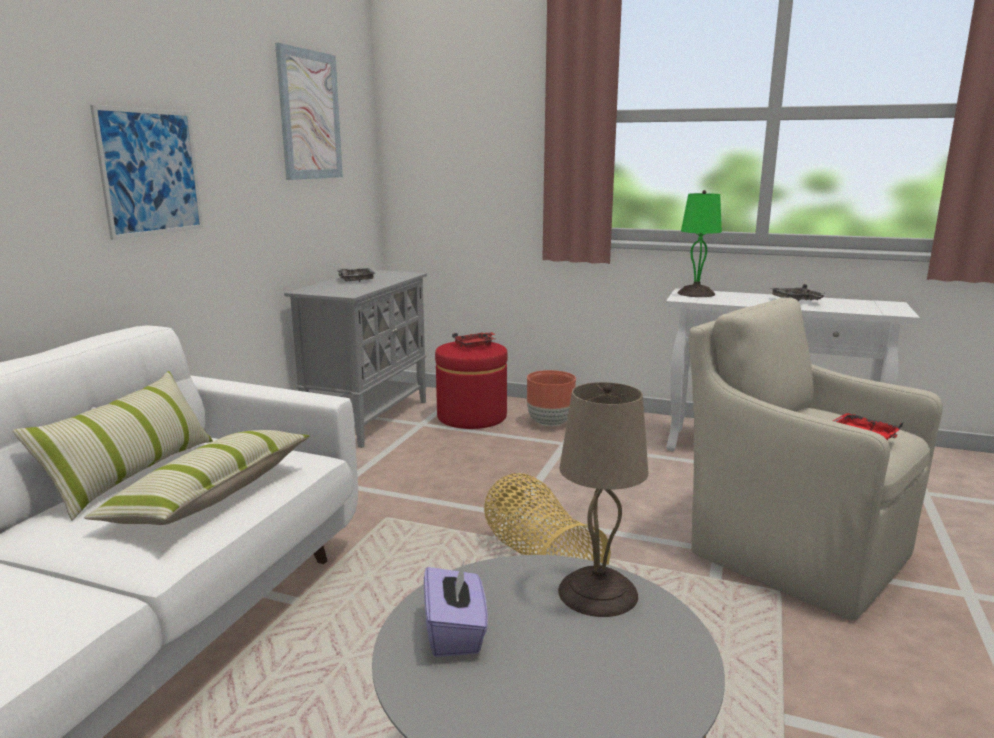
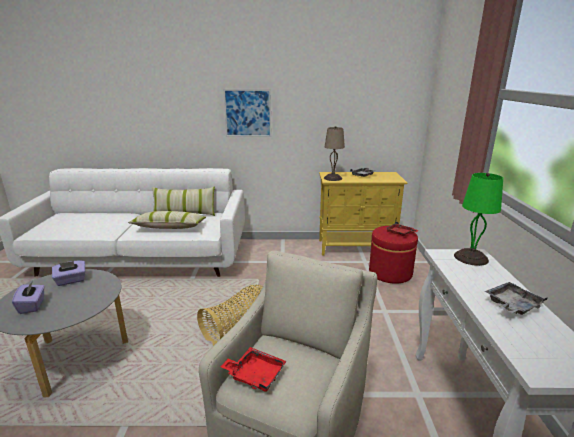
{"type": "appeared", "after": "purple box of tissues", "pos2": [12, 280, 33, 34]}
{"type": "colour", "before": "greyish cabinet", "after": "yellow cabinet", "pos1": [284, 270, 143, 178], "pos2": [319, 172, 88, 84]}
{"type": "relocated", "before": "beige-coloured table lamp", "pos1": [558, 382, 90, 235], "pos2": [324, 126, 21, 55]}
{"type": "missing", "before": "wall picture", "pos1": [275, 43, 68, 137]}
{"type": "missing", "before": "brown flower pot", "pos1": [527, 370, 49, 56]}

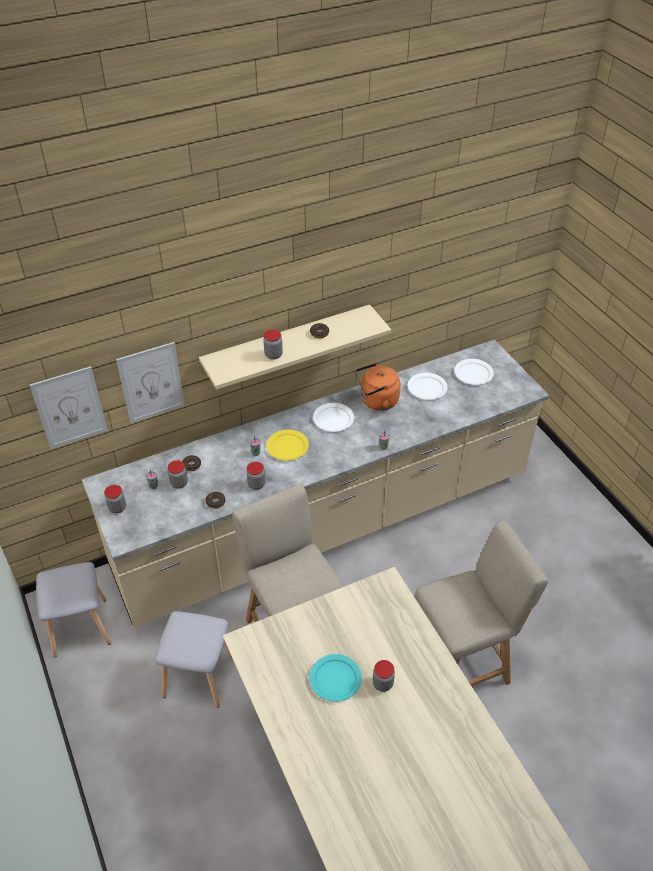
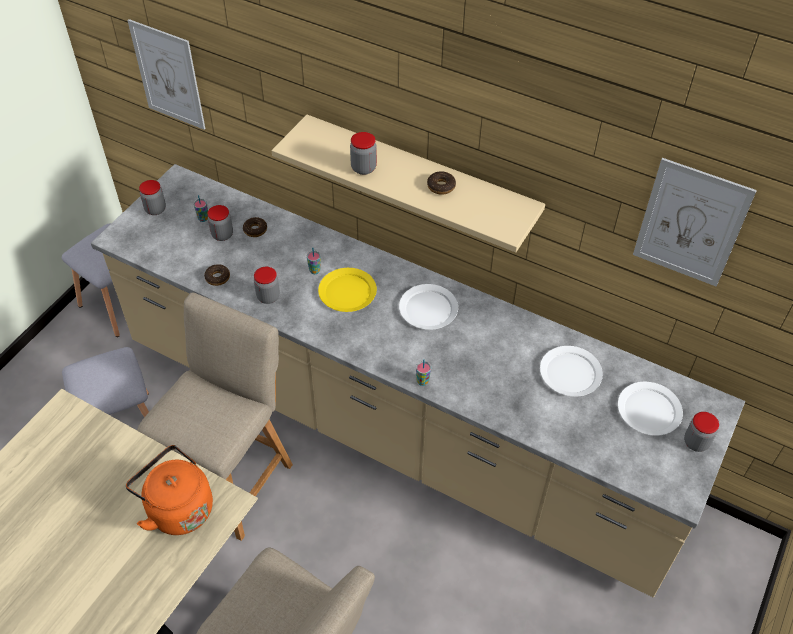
{"type": "relocated", "before": "orange-coloured kettle", "pos1": [355, 363, 45, 48], "pos2": [126, 445, 87, 90]}
{"type": "relocated", "before": "wall picture", "pos1": [116, 342, 69, 81], "pos2": [633, 158, 124, 129]}
{"type": "relocated", "before": "jar", "pos1": [373, 660, 22, 32], "pos2": [684, 412, 35, 40]}
{"type": "missing", "before": "blue-green dinner plate", "pos1": [309, 654, 53, 48]}

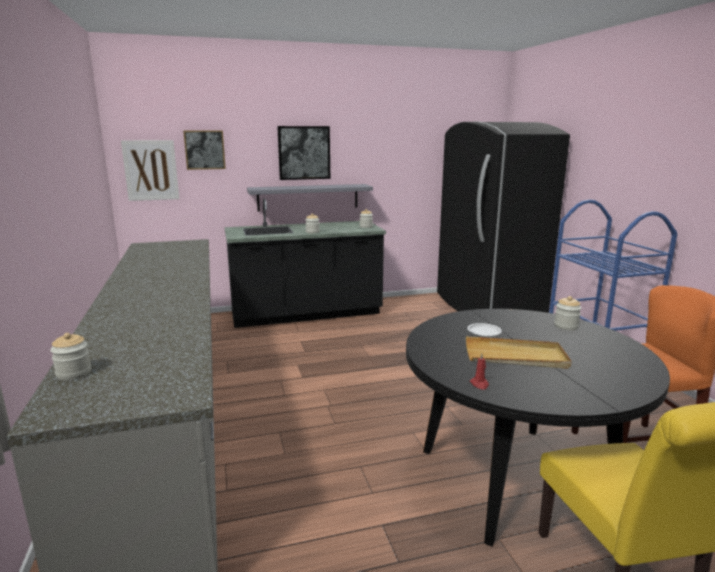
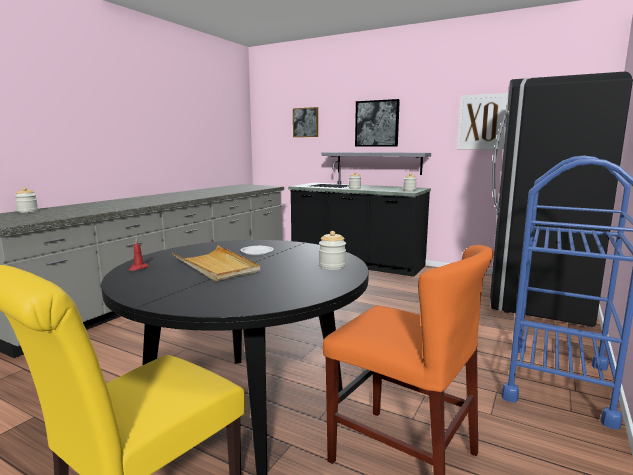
{"type": "relocated", "before": "wall picture", "pos1": [121, 140, 58, 61], "pos2": [457, 93, 51, 57]}

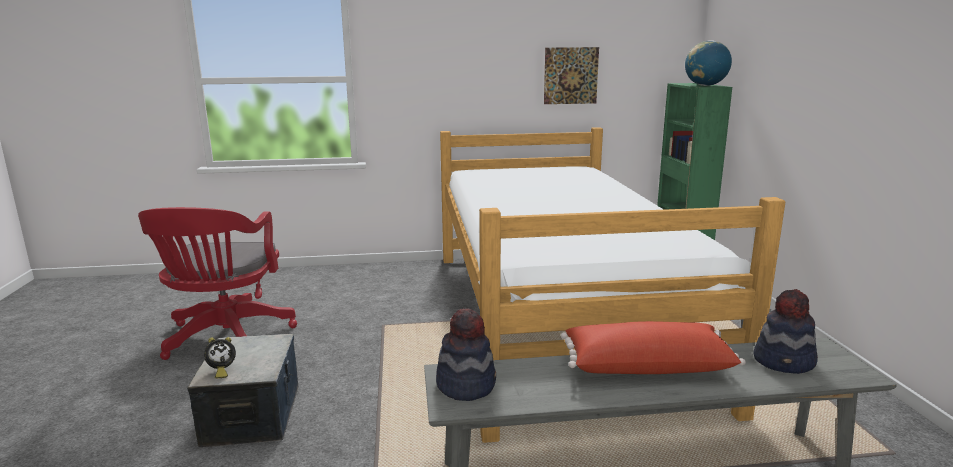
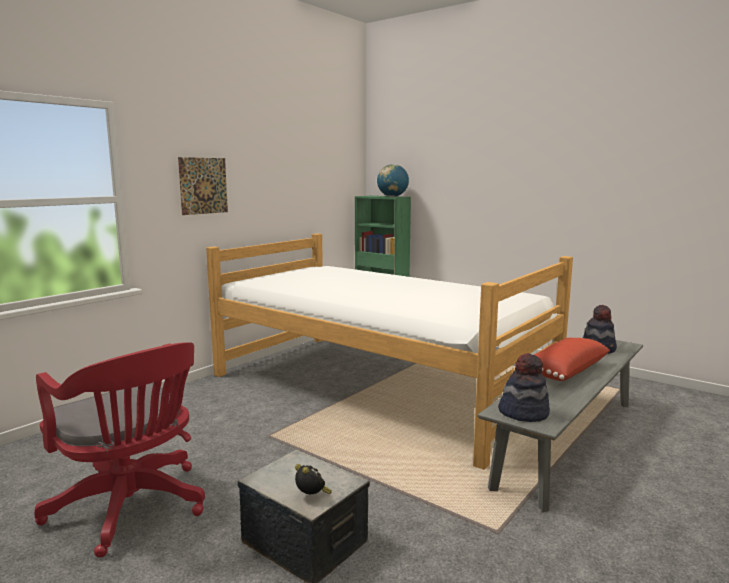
{"type": "relocated", "before": "wall picture", "pos1": [544, 47, 55, 57], "pos2": [178, 157, 50, 58]}
{"type": "spun", "before": "alarm clock", "pos1": [204, 337, 32, 41], "pos2": [295, 464, 37, 30], "turn": -45}

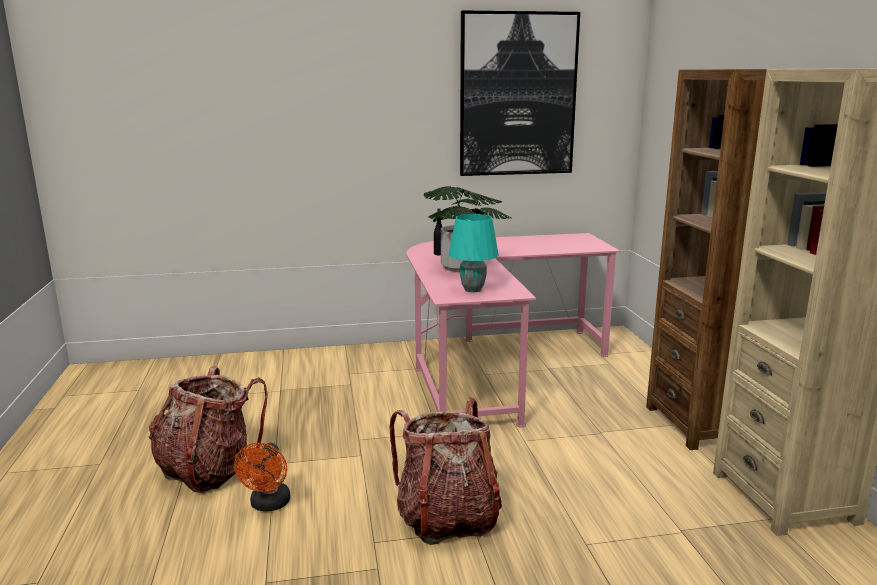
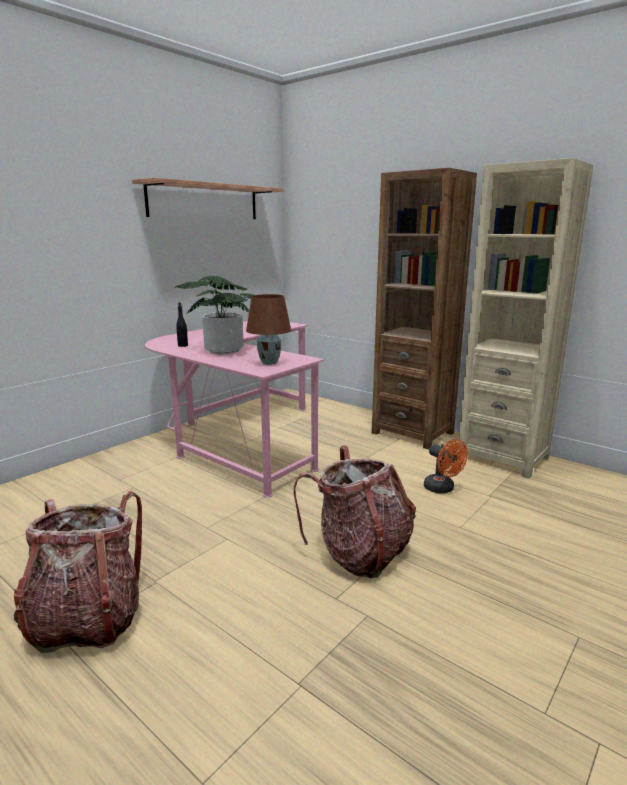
{"type": "exchanged", "before": "wall picture", "after": "bracket shelf", "pos1": [460, 10, 120, 166], "pos2": [132, 177, 152, 42]}
{"type": "colour", "before": "blue-green table lamp", "after": "brown table lamp", "pos1": [449, 214, 50, 78], "pos2": [246, 294, 45, 71]}
{"type": "relocated", "before": "orange-coloured cooling fan", "pos1": [234, 443, 56, 68], "pos2": [424, 439, 44, 55]}

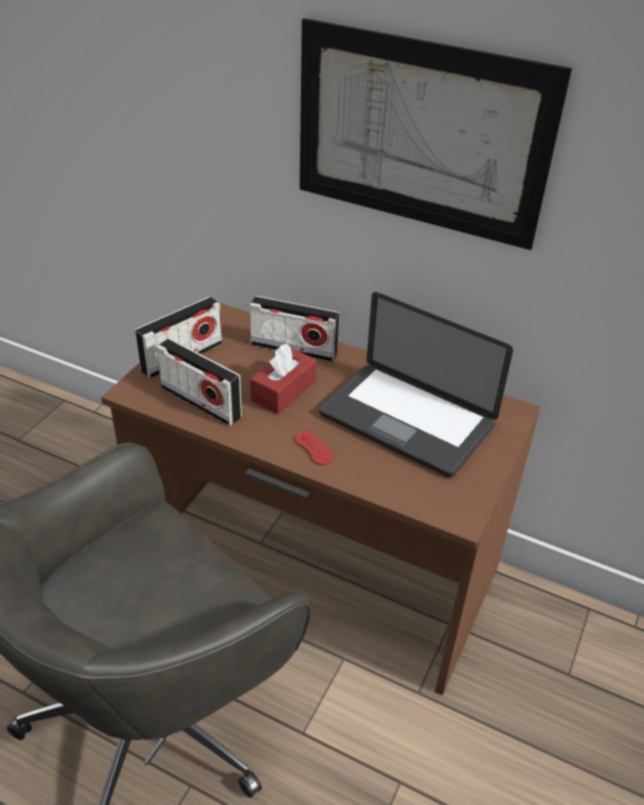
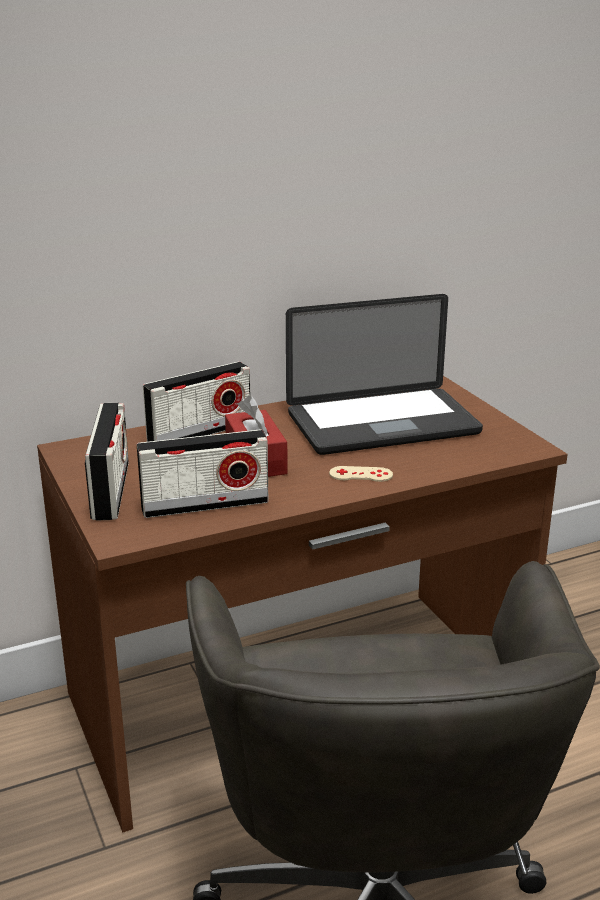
{"type": "colour", "before": "red game controller", "after": "beige-coloured game controller", "pos1": [294, 430, 41, 35], "pos2": [329, 466, 64, 16]}
{"type": "missing", "before": "wall picture", "pos1": [300, 18, 272, 232]}

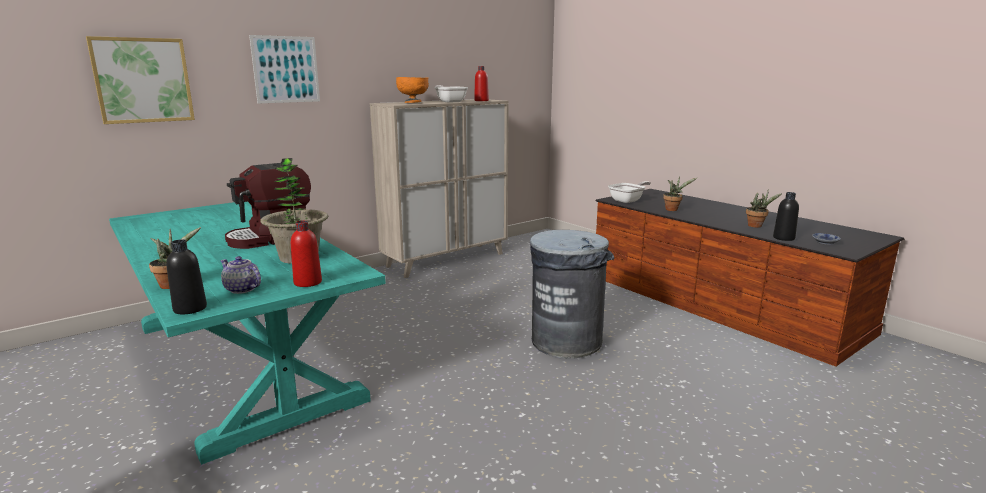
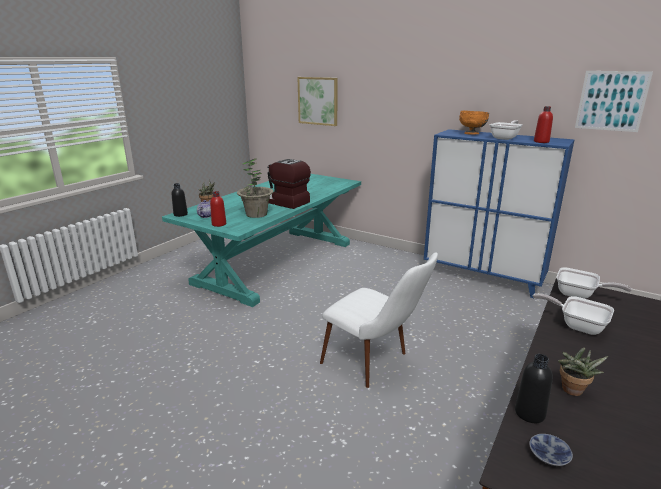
{"type": "exchanged", "before": "greyish trash can", "after": "whitish plain chair", "pos1": [530, 230, 84, 129], "pos2": [320, 253, 118, 135]}
{"type": "colour", "before": "beige-coloured cabinet", "after": "blue-coloured cabinet", "pos1": [370, 99, 139, 179], "pos2": [424, 129, 150, 170]}
{"type": "exchanged", "before": "houseplant", "after": "frying pan", "pos1": [663, 176, 35, 35], "pos2": [533, 293, 81, 42]}
{"type": "relocated", "before": "wall picture", "pos1": [249, 35, 71, 68], "pos2": [575, 71, 78, 61]}

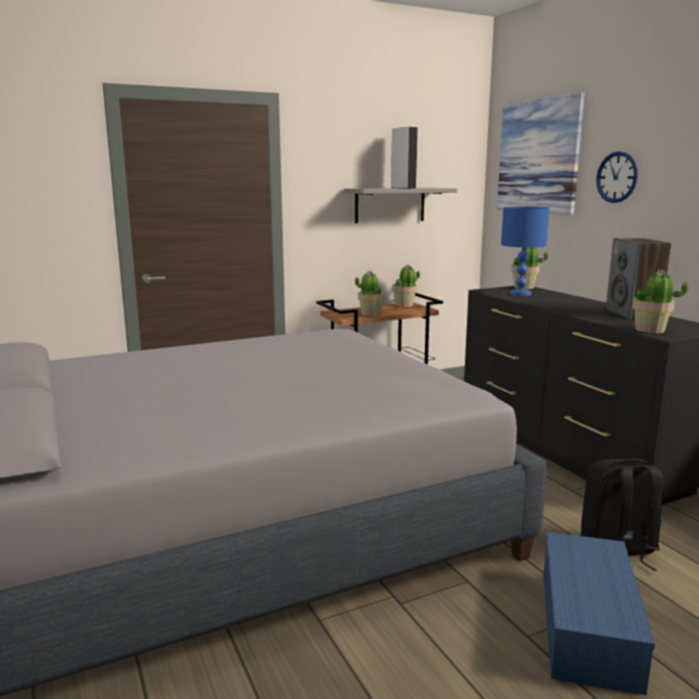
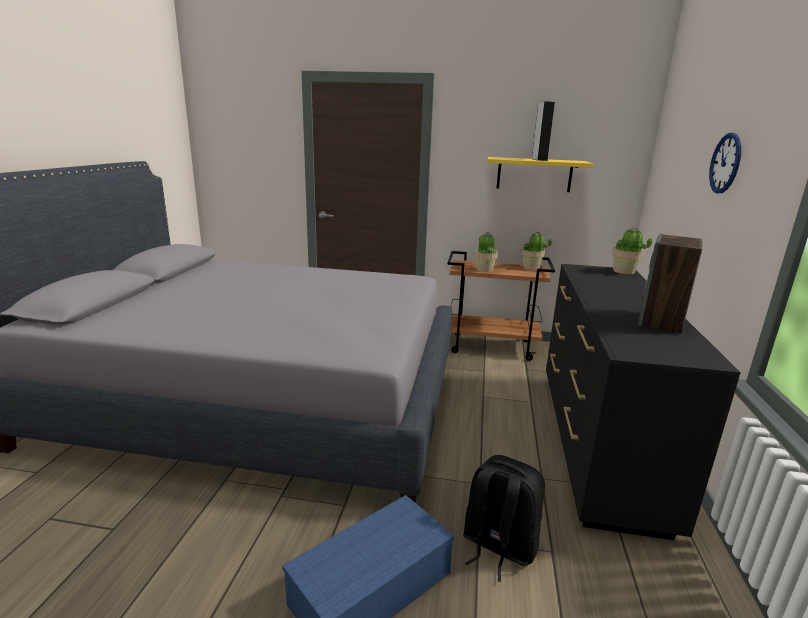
{"type": "colour", "before": "greyish bracket shelf", "after": "yellow bracket shelf", "pos1": [344, 188, 113, 35], "pos2": [487, 157, 106, 35]}
{"type": "missing", "before": "wall picture", "pos1": [497, 93, 88, 122]}
{"type": "missing", "before": "blue-coloured table lamp", "pos1": [501, 206, 49, 90]}
{"type": "missing", "before": "houseplant", "pos1": [632, 269, 56, 64]}

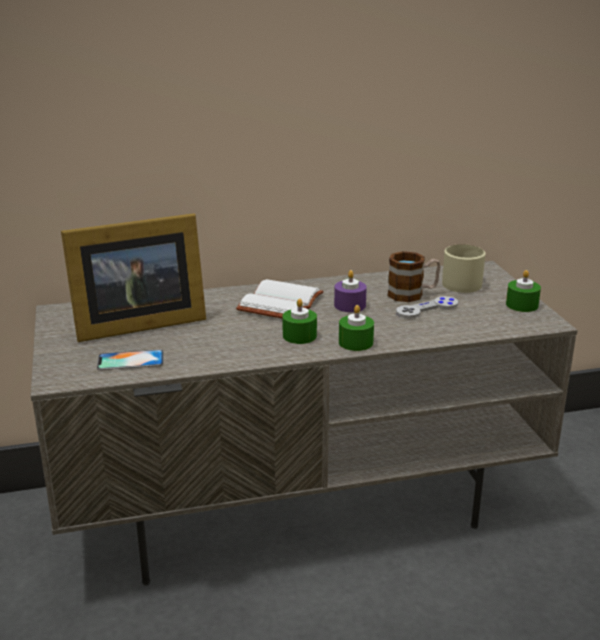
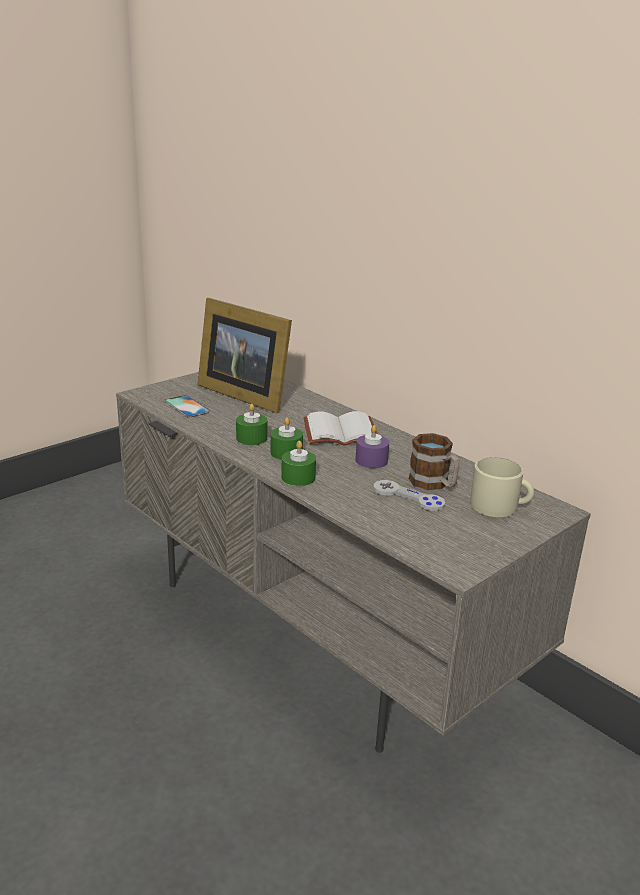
{"type": "relocated", "before": "green wax candle", "pos1": [506, 270, 35, 42], "pos2": [236, 404, 32, 41]}

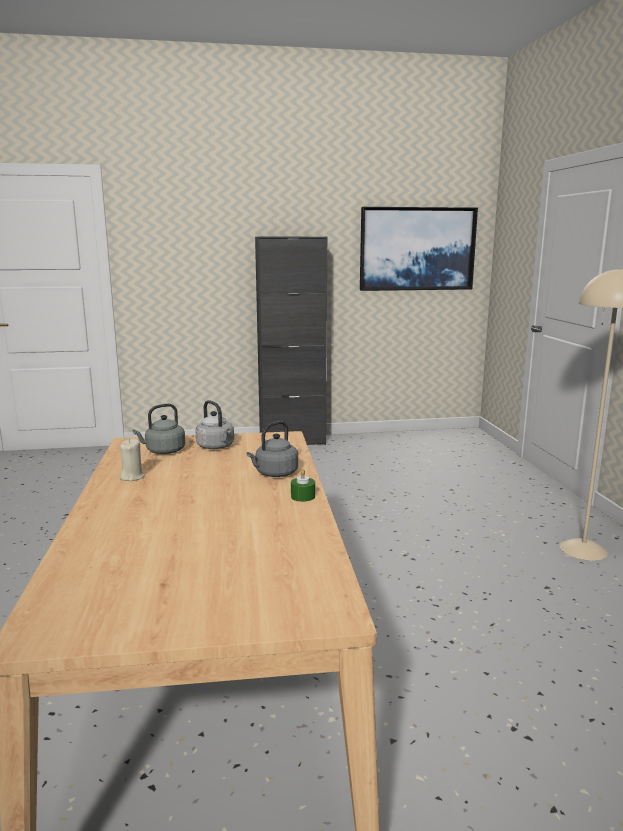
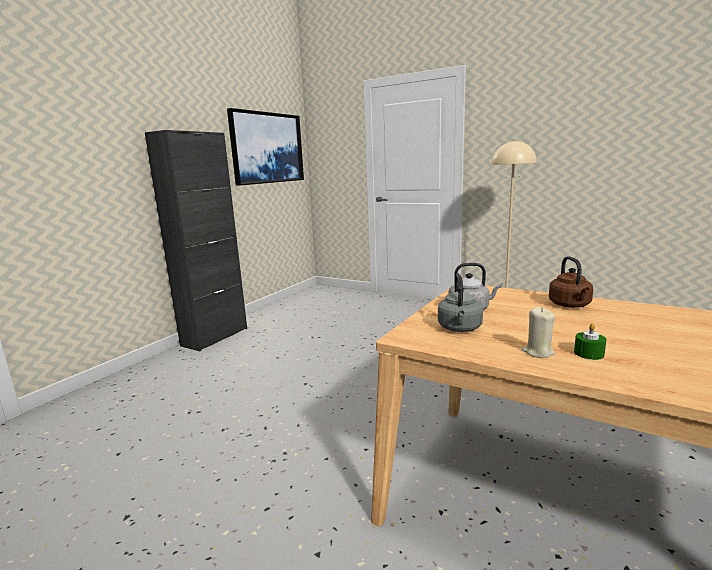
{"type": "colour", "before": "greyish kettle", "after": "brown kettle", "pos1": [246, 421, 52, 56], "pos2": [549, 256, 44, 52]}
{"type": "relocated", "before": "green wax candle", "pos1": [291, 469, 24, 33], "pos2": [574, 323, 33, 37]}

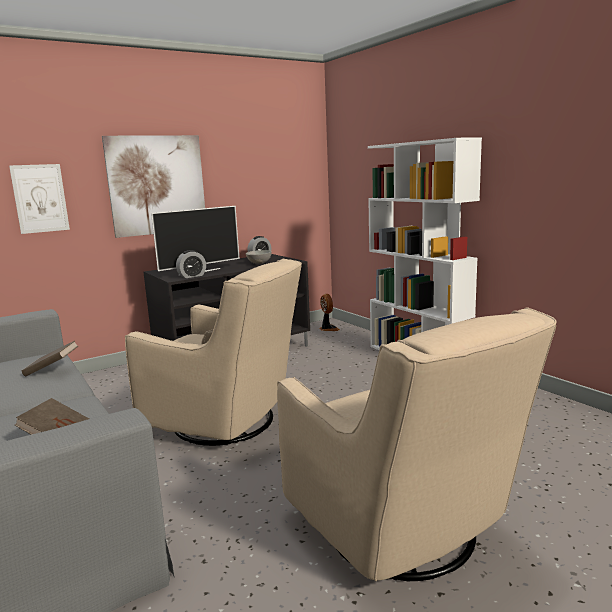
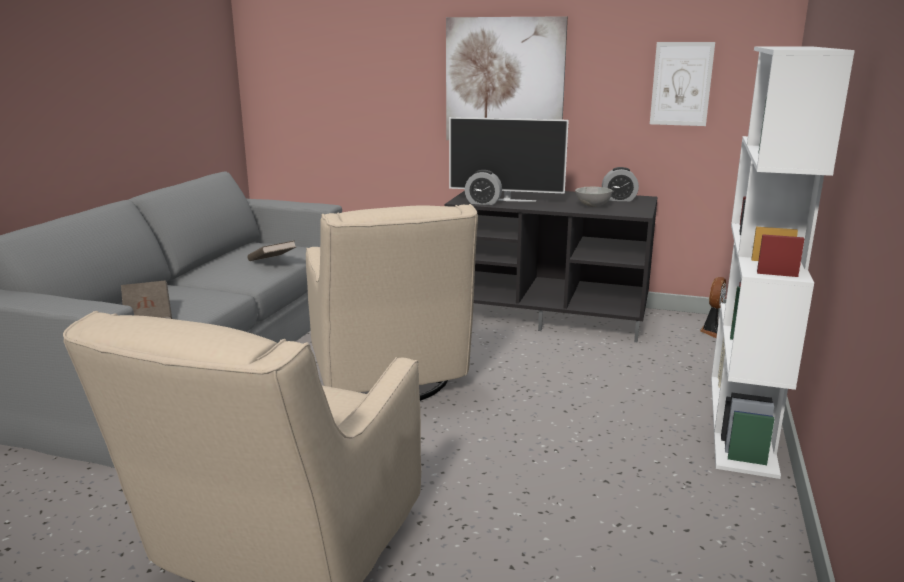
{"type": "relocated", "before": "wall picture", "pos1": [9, 164, 61, 70], "pos2": [650, 42, 65, 84]}

